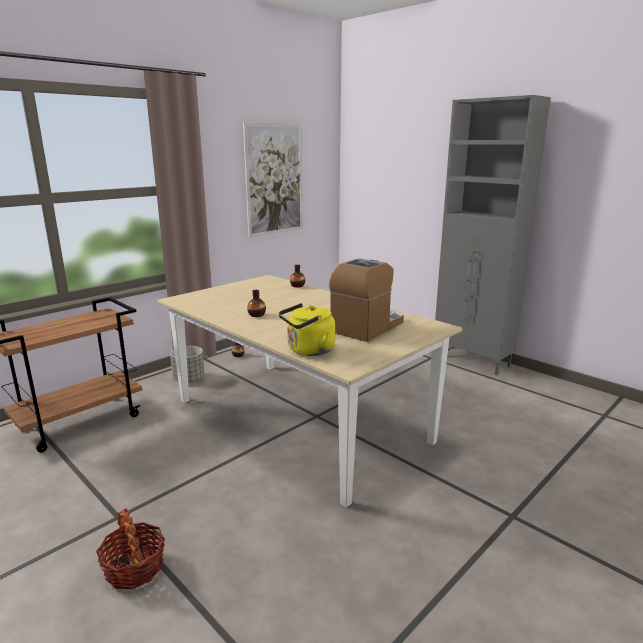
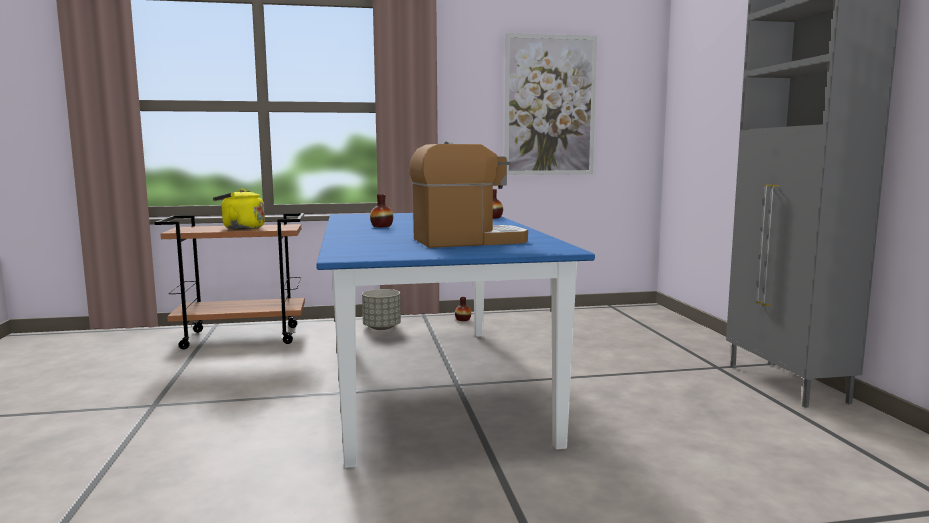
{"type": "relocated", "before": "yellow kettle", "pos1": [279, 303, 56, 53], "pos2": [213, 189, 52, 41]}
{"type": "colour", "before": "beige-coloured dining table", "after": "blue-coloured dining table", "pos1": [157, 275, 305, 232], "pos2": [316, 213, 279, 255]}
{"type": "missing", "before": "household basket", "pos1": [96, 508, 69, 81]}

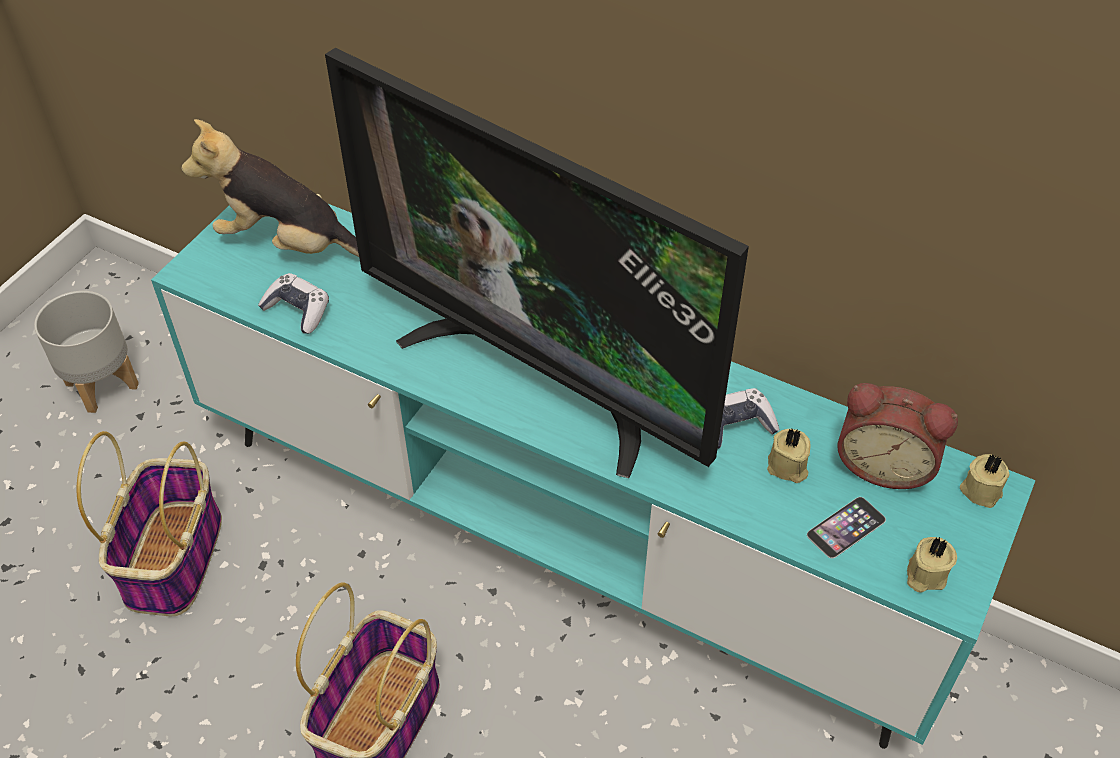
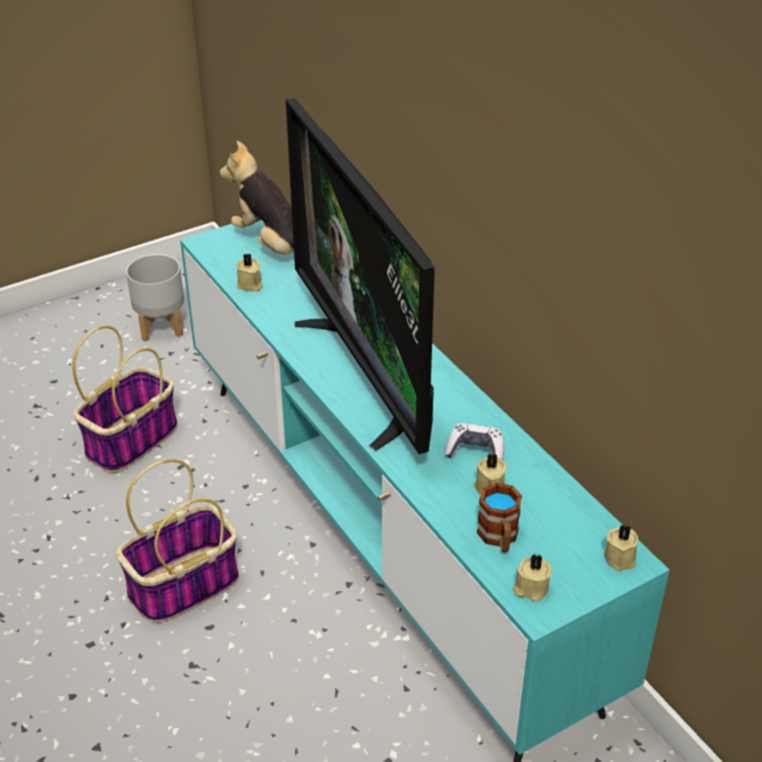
{"type": "exchanged", "before": "game controller", "after": "beige-coloured wax candle", "pos1": [258, 273, 71, 61], "pos2": [237, 254, 26, 38]}
{"type": "exchanged", "before": "handset", "after": "tea mug", "pos1": [807, 497, 79, 62], "pos2": [477, 483, 45, 69]}
{"type": "missing", "before": "alarm clock", "pos1": [837, 383, 121, 106]}

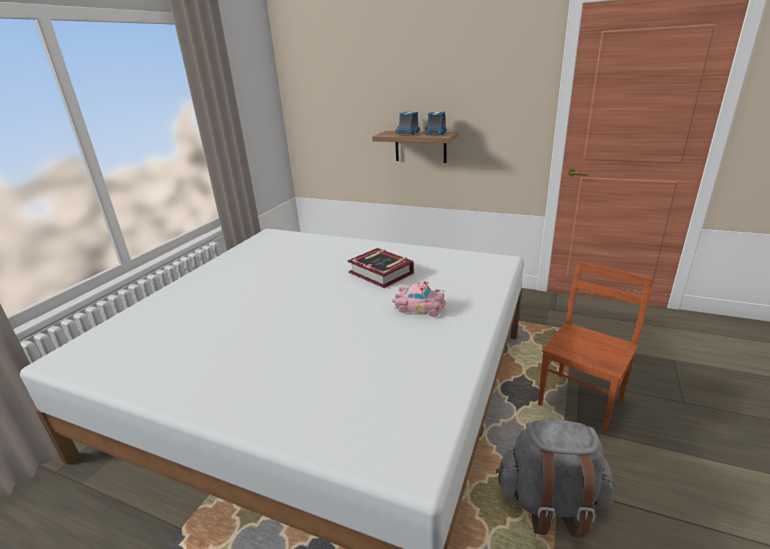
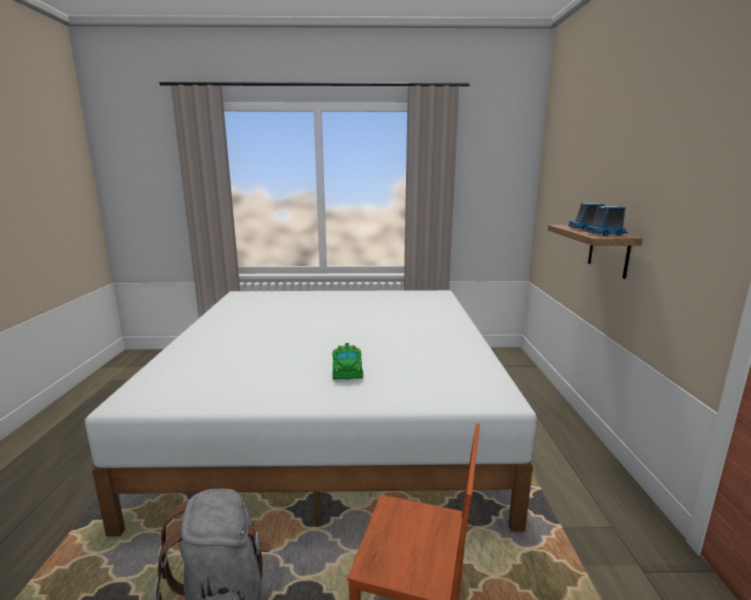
{"type": "colour", "before": "pinkish model car", "after": "green model car", "pos1": [392, 281, 54, 36], "pos2": [332, 343, 31, 36]}
{"type": "missing", "before": "volume", "pos1": [348, 248, 66, 40]}

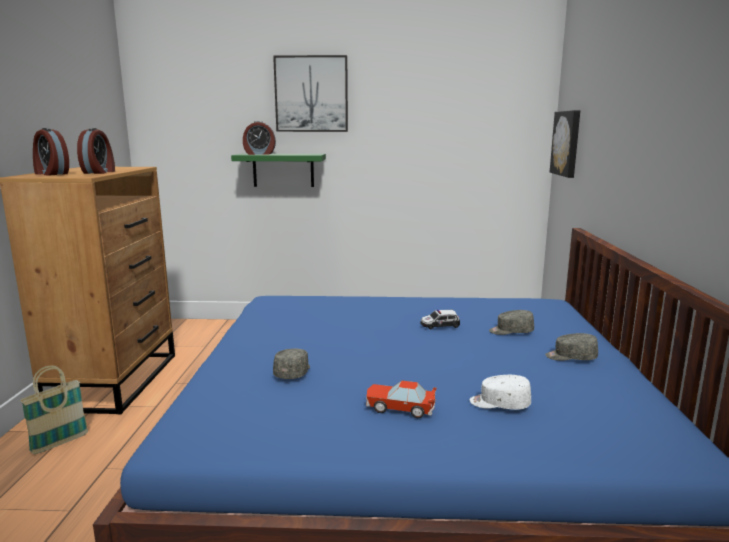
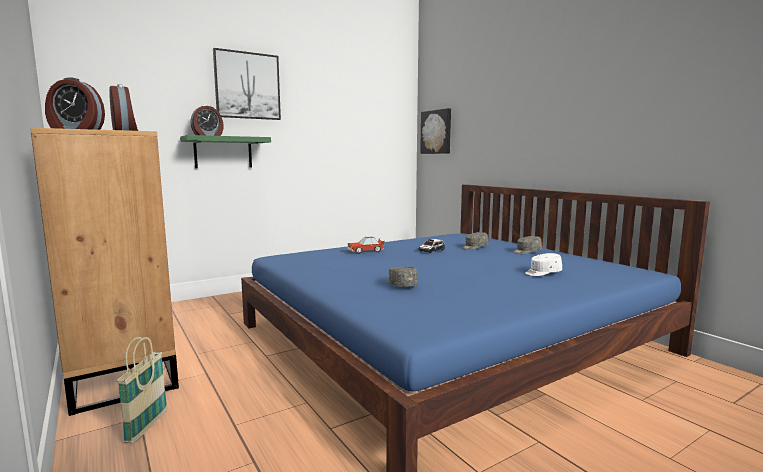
{"type": "relocated", "before": "model car", "pos1": [366, 381, 71, 37], "pos2": [348, 237, 37, 17]}

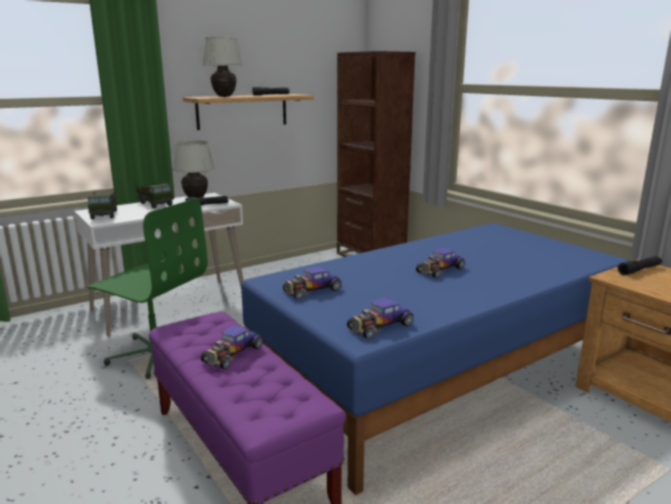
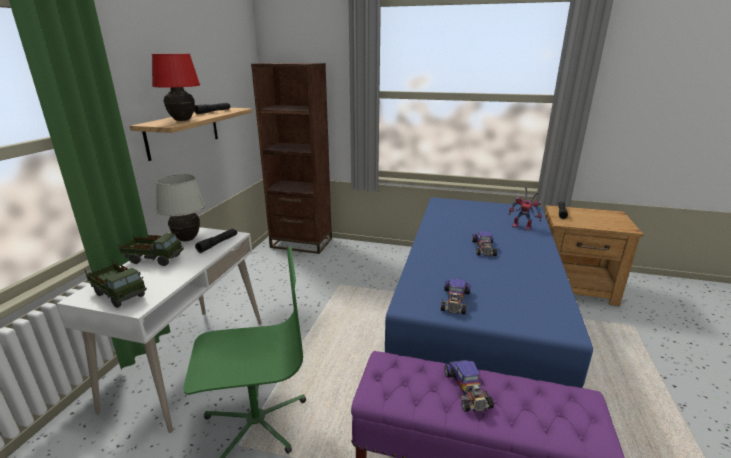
{"type": "colour", "before": "whitish table lamp", "after": "red table lamp", "pos1": [203, 37, 40, 60], "pos2": [151, 54, 49, 67]}
{"type": "appeared", "after": "model robot", "pos2": [508, 186, 34, 44]}
{"type": "missing", "before": "model car", "pos1": [347, 298, 66, 41]}

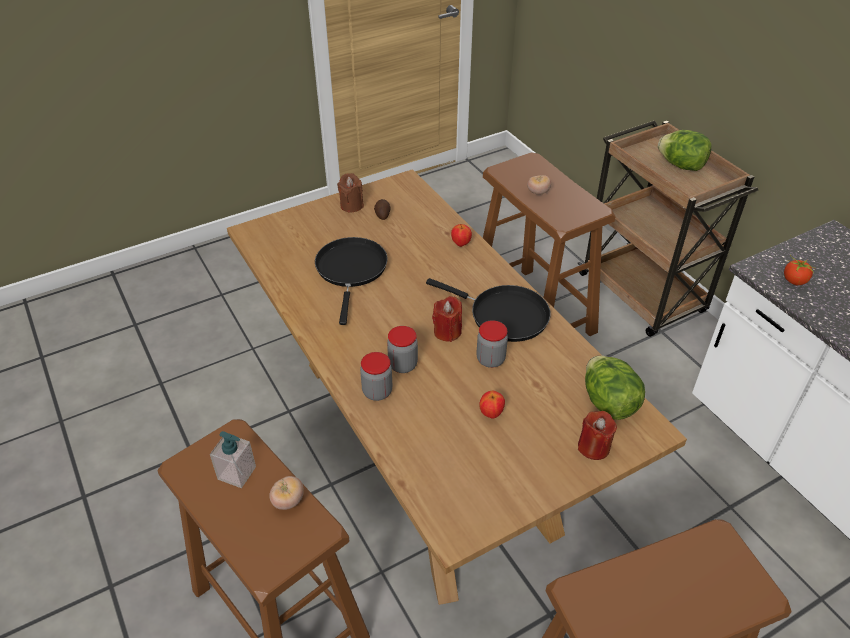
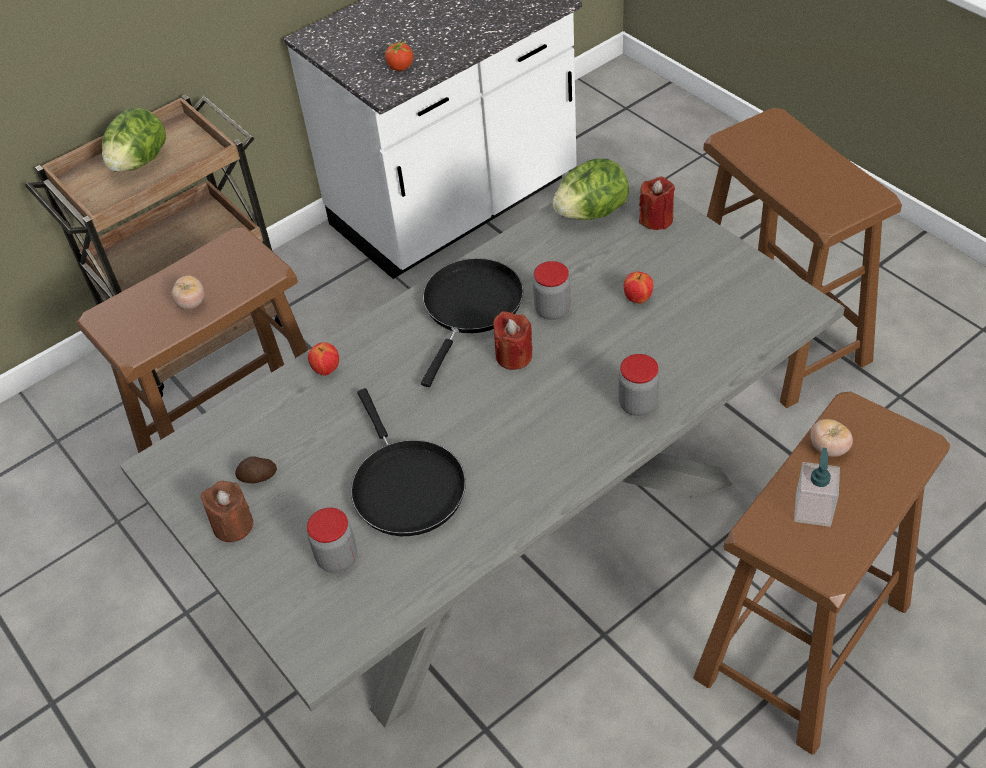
{"type": "colour", "before": "brown dining table", "after": "greyish dining table", "pos1": [227, 169, 460, 436], "pos2": [120, 161, 725, 567]}
{"type": "relocated", "before": "jar", "pos1": [387, 326, 31, 47], "pos2": [307, 508, 50, 65]}
{"type": "spun", "before": "black frying pan", "pos1": [315, 237, 73, 88], "pos2": [351, 388, 115, 148], "turn": -105}

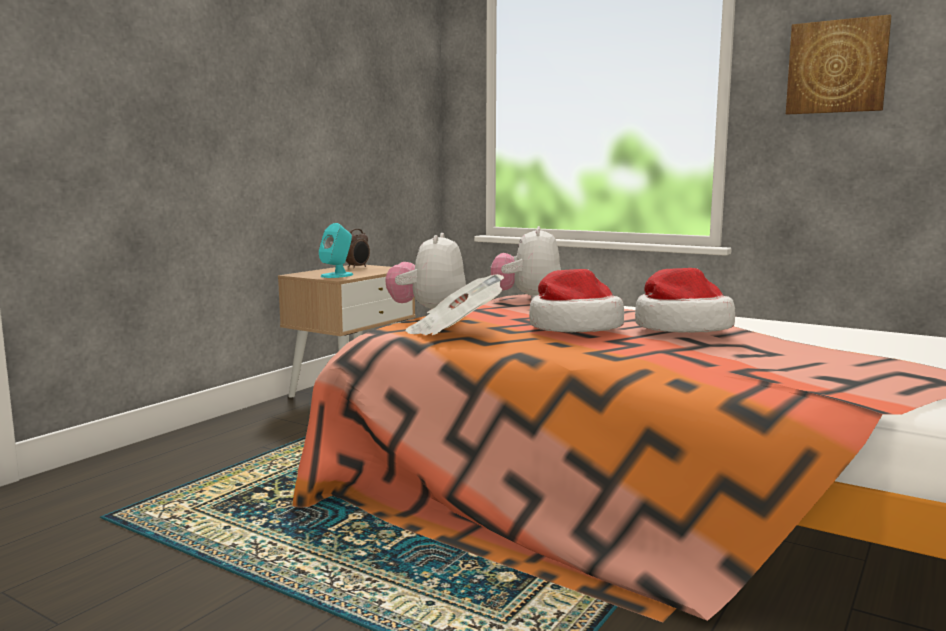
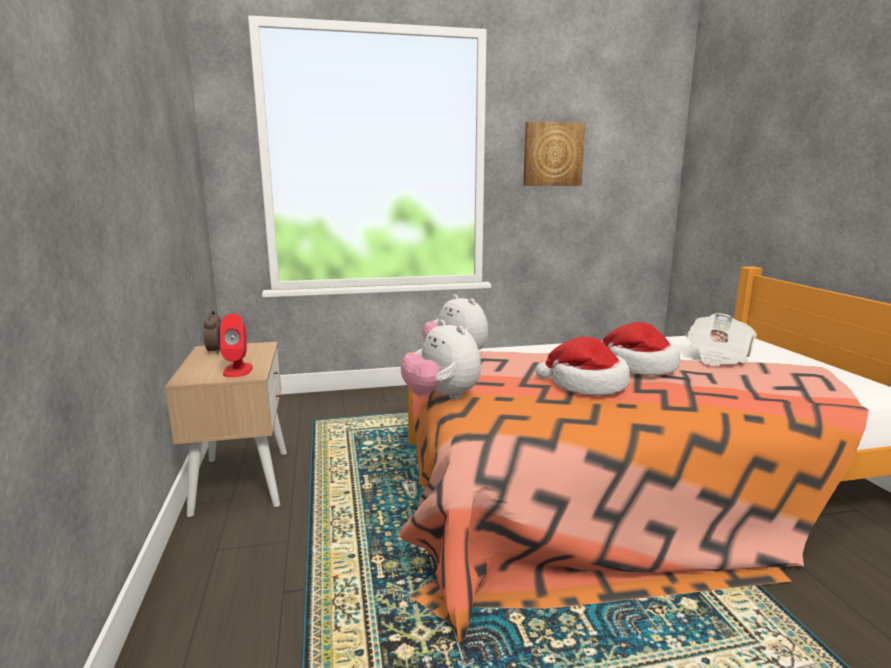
{"type": "colour", "before": "blue-green loudspeaker", "after": "red loudspeaker", "pos1": [318, 223, 35, 55], "pos2": [220, 314, 33, 63]}
{"type": "relocated", "before": "newspaper", "pos1": [405, 274, 100, 61], "pos2": [686, 313, 71, 52]}

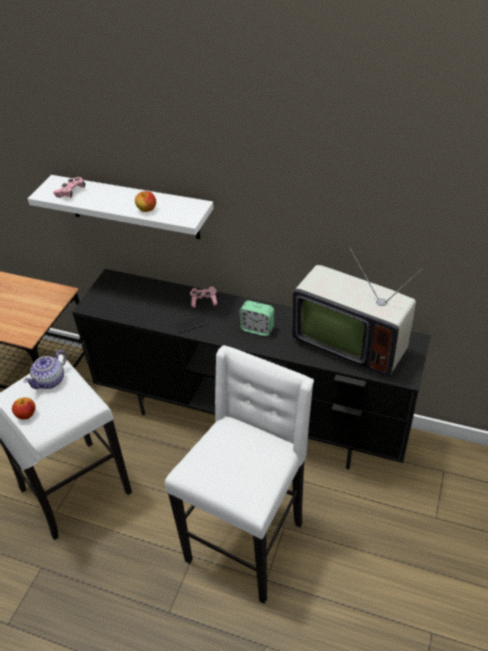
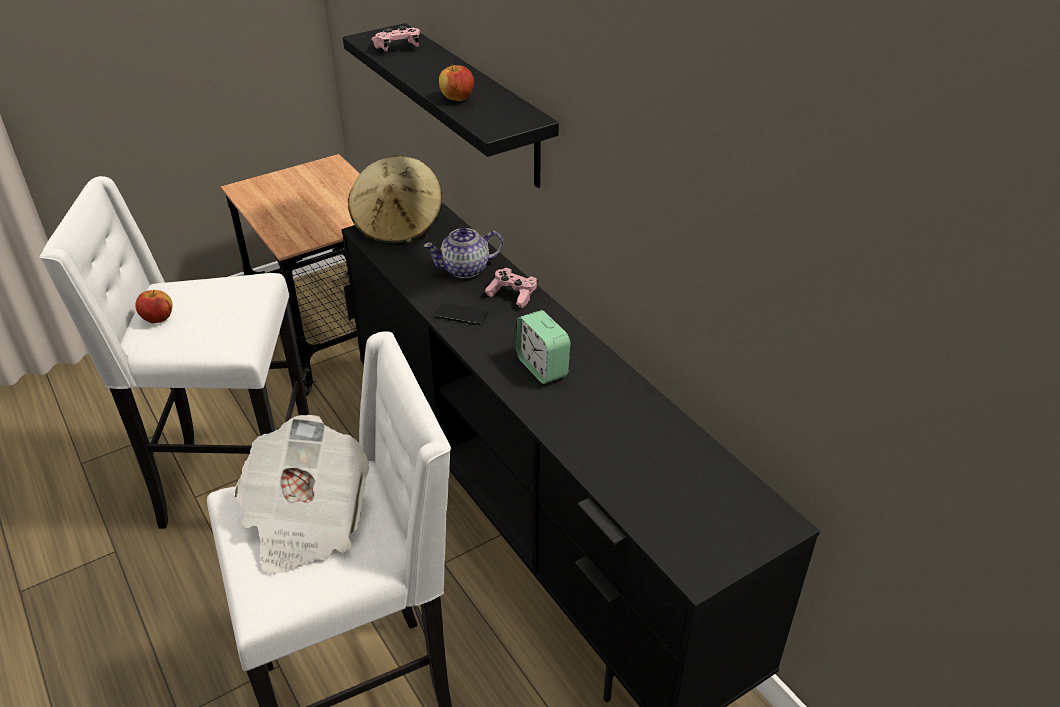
{"type": "appeared", "after": "newspaper", "pos2": [235, 415, 135, 159]}
{"type": "colour", "before": "whitish bracket shelf", "after": "black bracket shelf", "pos1": [27, 175, 187, 64], "pos2": [343, 23, 216, 165]}
{"type": "appeared", "after": "beige-coloured clothing hat", "pos2": [348, 156, 94, 89]}
{"type": "relocated", "before": "tea pot", "pos1": [24, 350, 43, 39], "pos2": [424, 227, 79, 51]}
{"type": "missing", "before": "television", "pos1": [292, 247, 130, 130]}

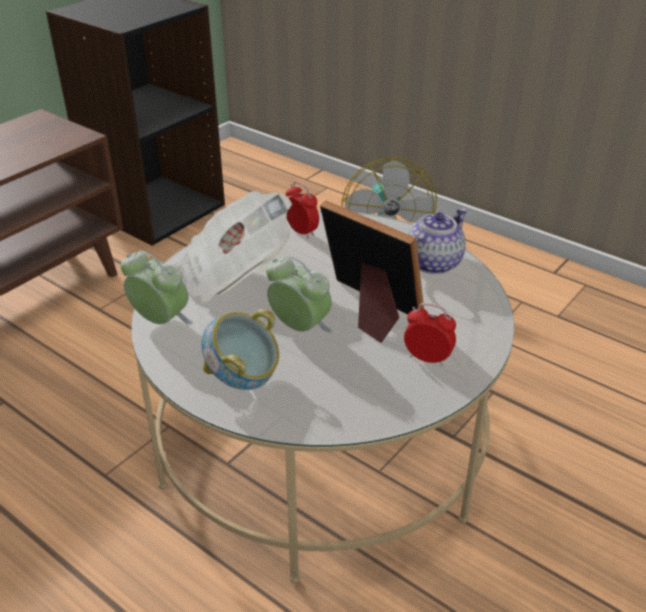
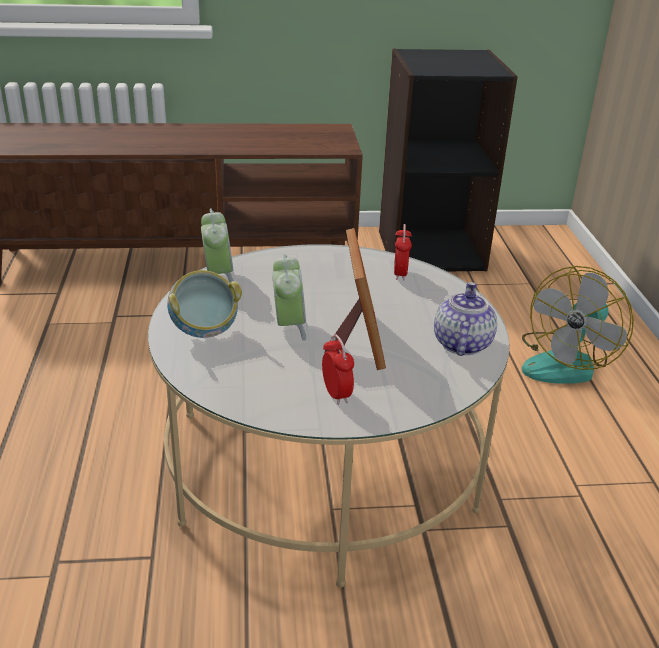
{"type": "spun", "before": "tea pot", "pos1": [407, 208, 60, 66], "pos2": [434, 282, 63, 74], "turn": -75}
{"type": "missing", "before": "newspaper", "pos1": [174, 191, 118, 112]}

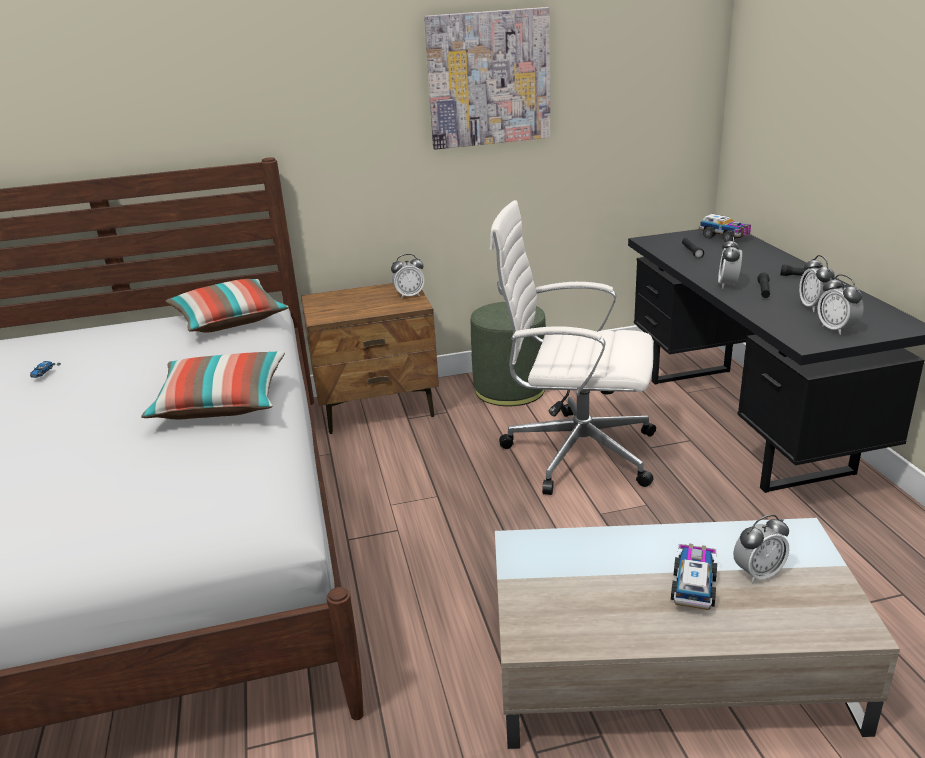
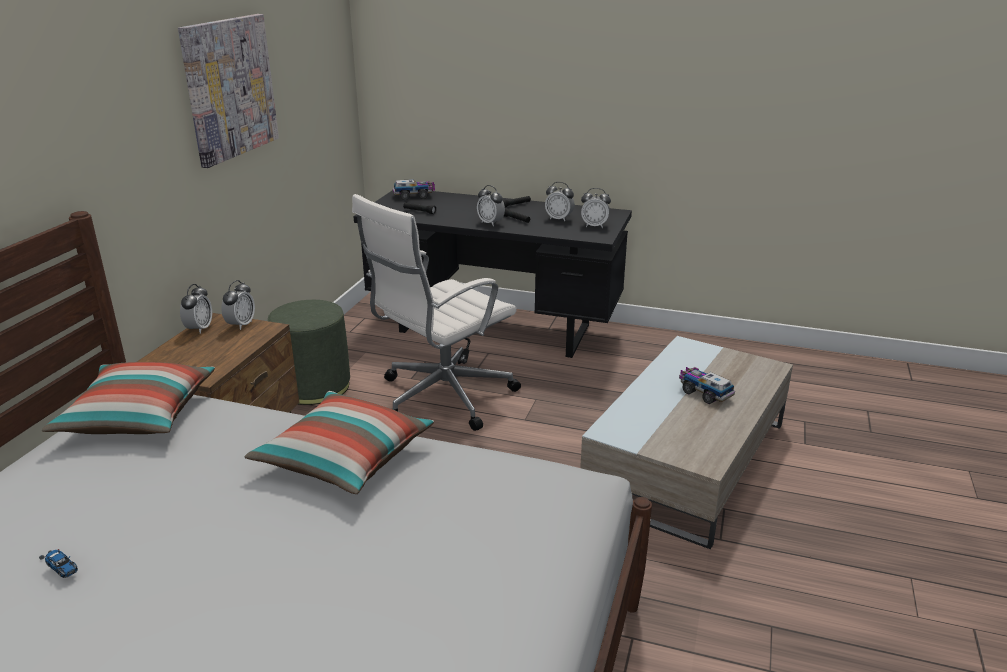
{"type": "relocated", "before": "alarm clock", "pos1": [733, 515, 56, 69], "pos2": [180, 284, 32, 50]}

